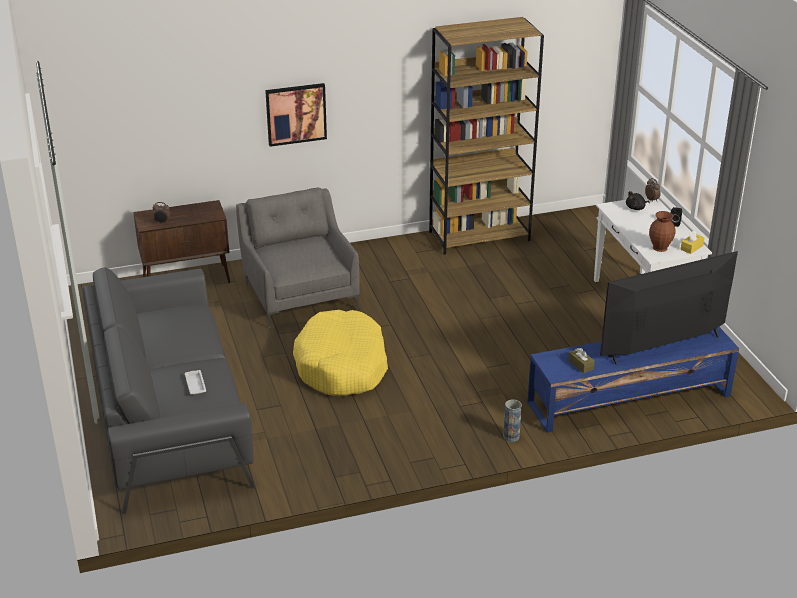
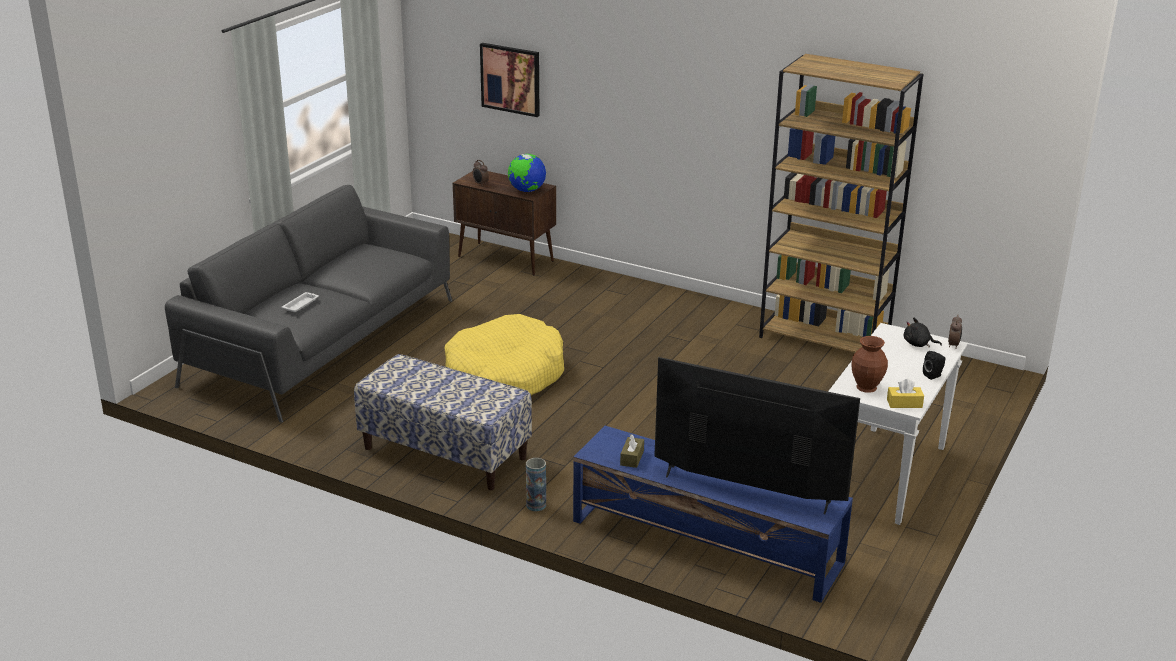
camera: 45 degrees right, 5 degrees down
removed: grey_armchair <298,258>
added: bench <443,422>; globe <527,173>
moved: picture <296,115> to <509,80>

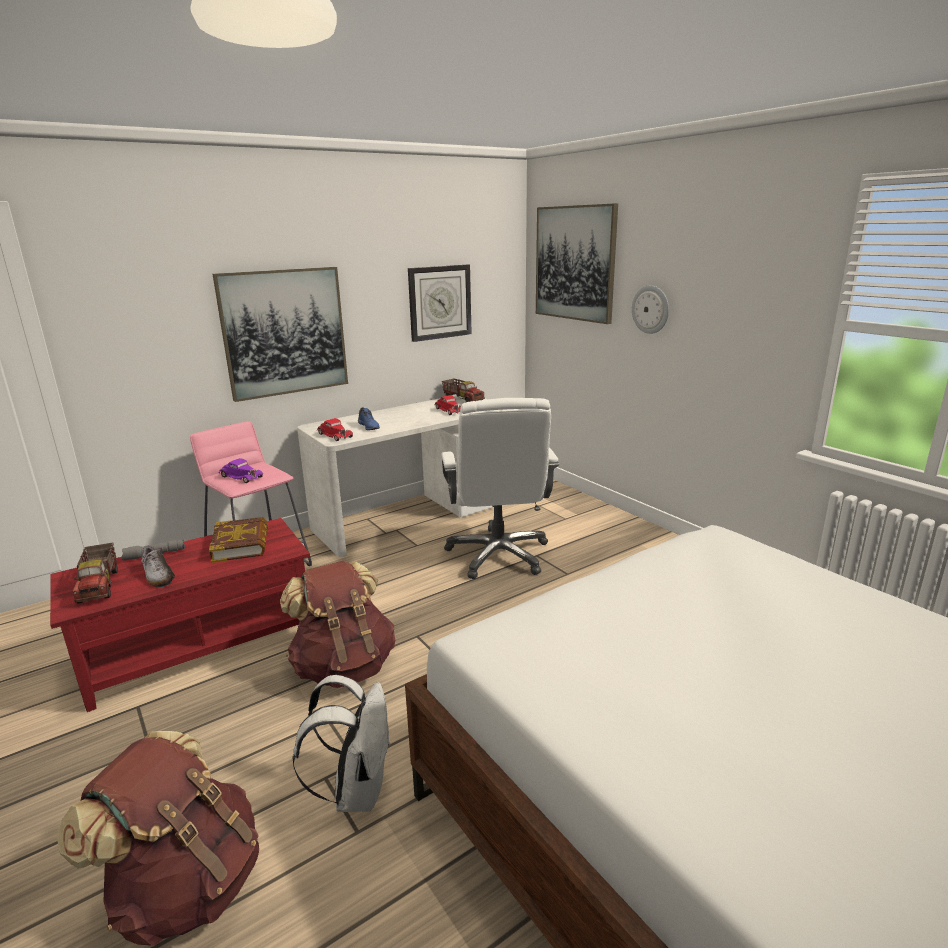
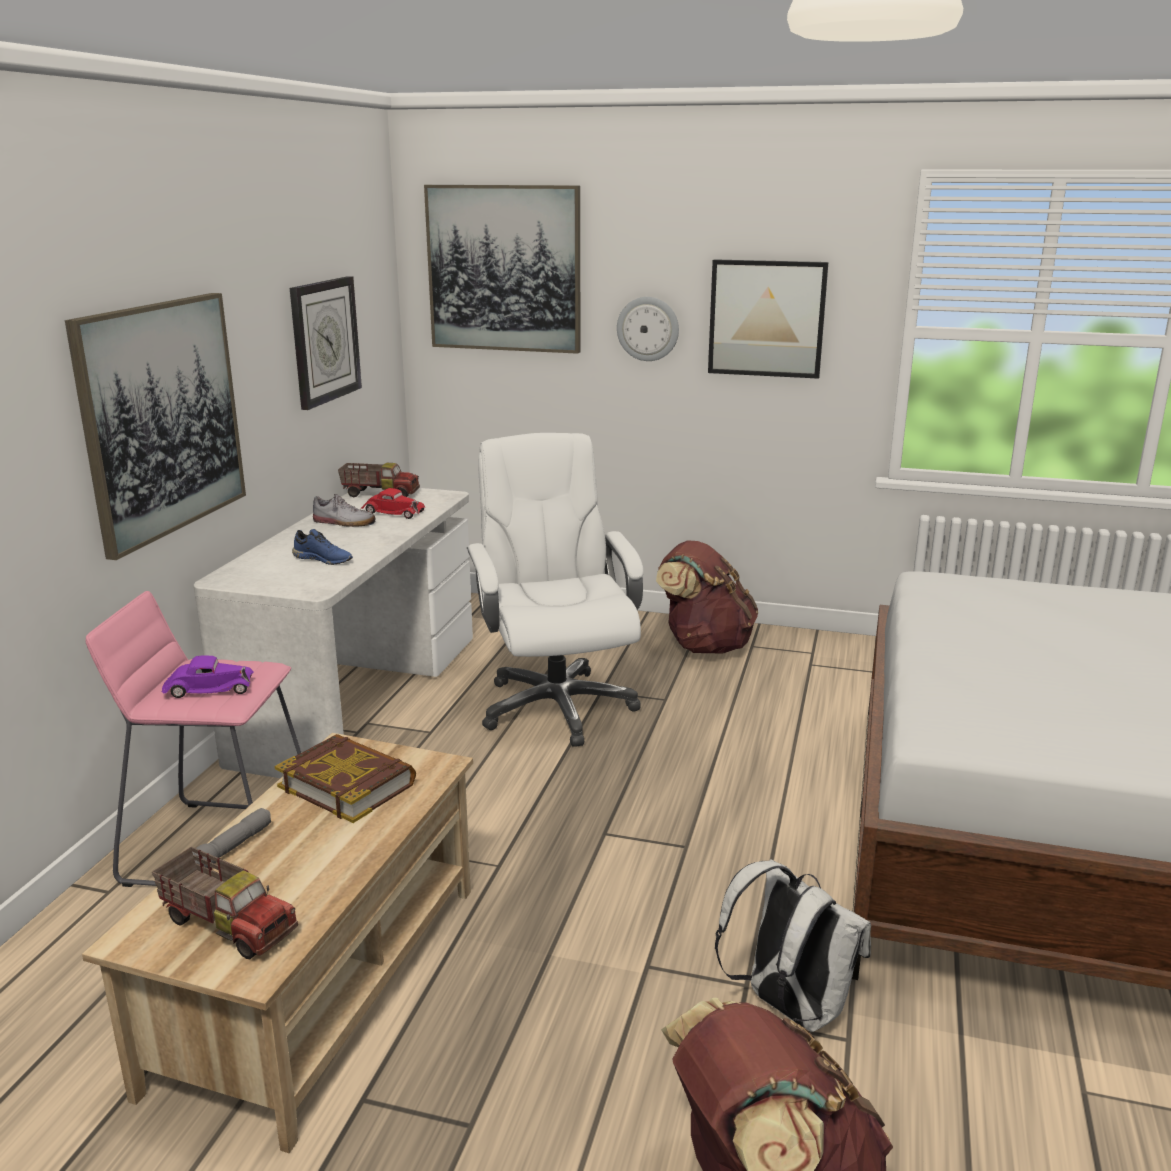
camera: 40 degrees left, 0 degrees up
removed: red_toy_car <335,429>
added: picture <768,319>
moved: shoe <158,566> to <344,510>; brown_backpack <337,624> to <707,597>
recoloured: red_coffee_table <180,615> to beige_coffee_table <277,943>
turned: white_office_chair <500,488> = <555,590> 150 degrees counterclockwise

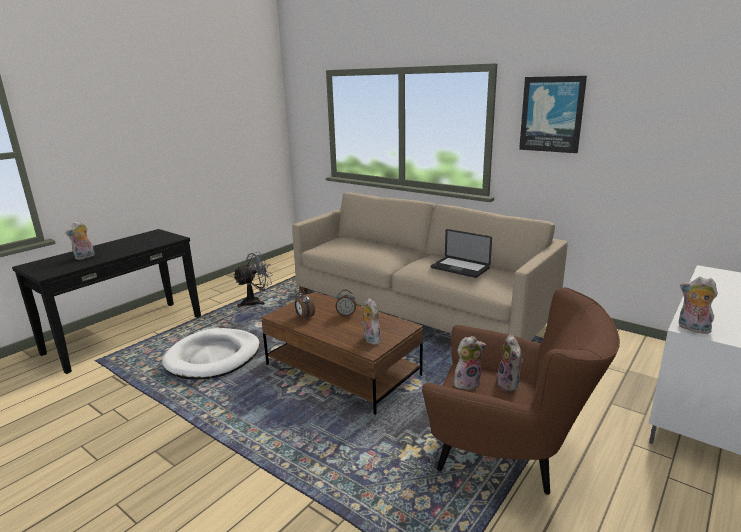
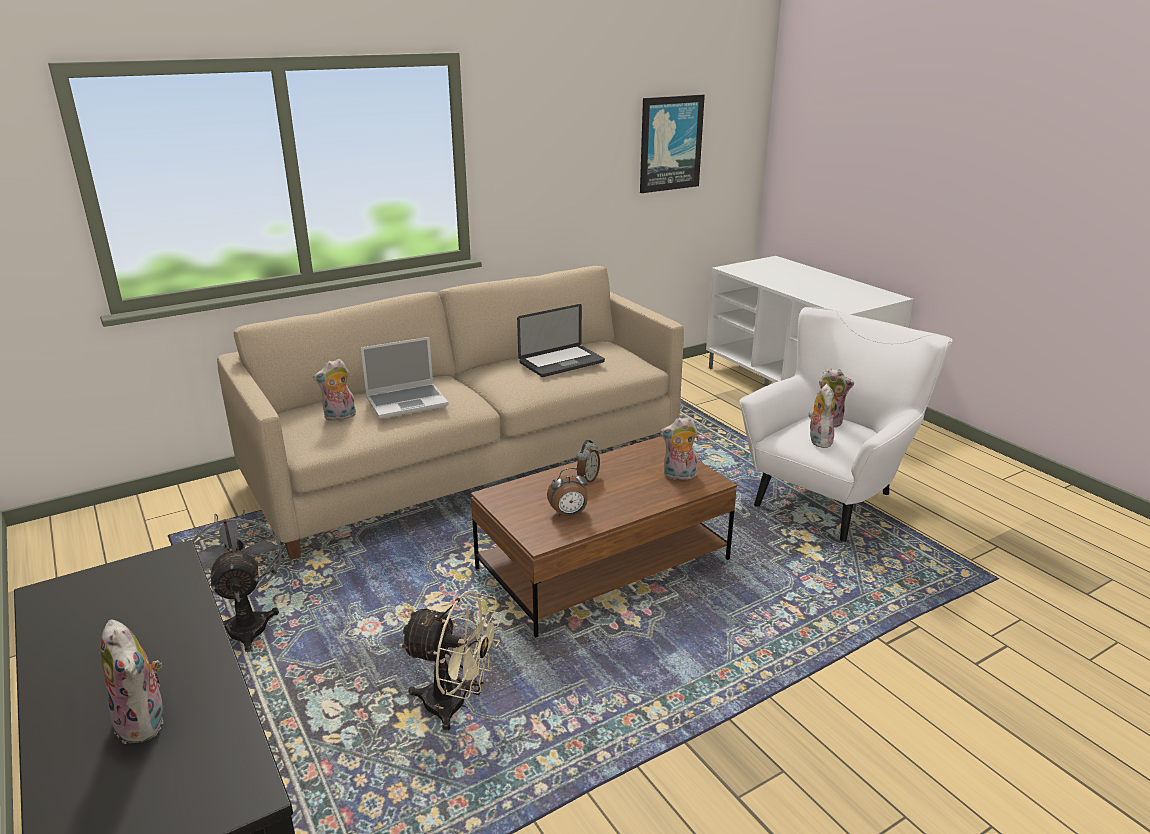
camera: 70 degrees left, 5 degrees up
added: laptop <405,378>
moved: picture <553,114> to <672,144>; plush_toy <698,305> to <334,390>
replaced: white_dog_bed <211,353> to beige_fan <450,660>
recoloured: brown_armchair <521,391> to white_armchair <846,424>

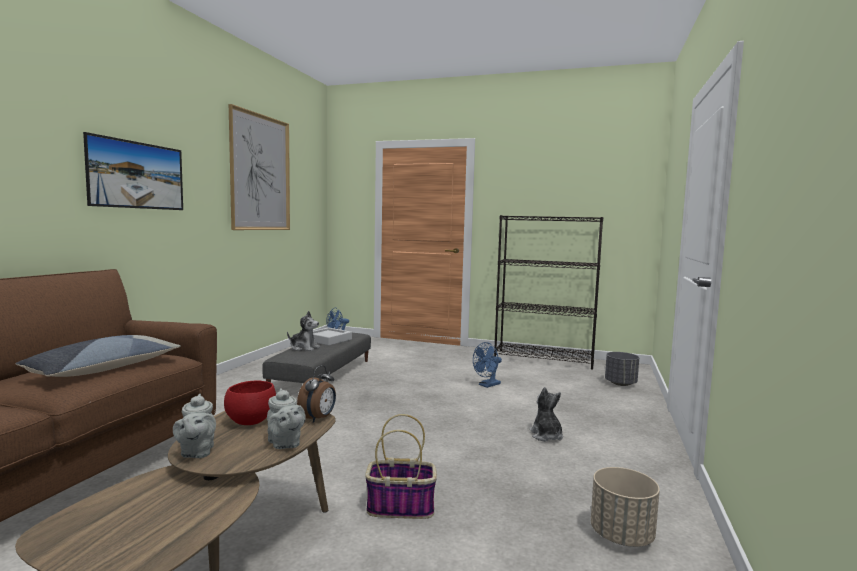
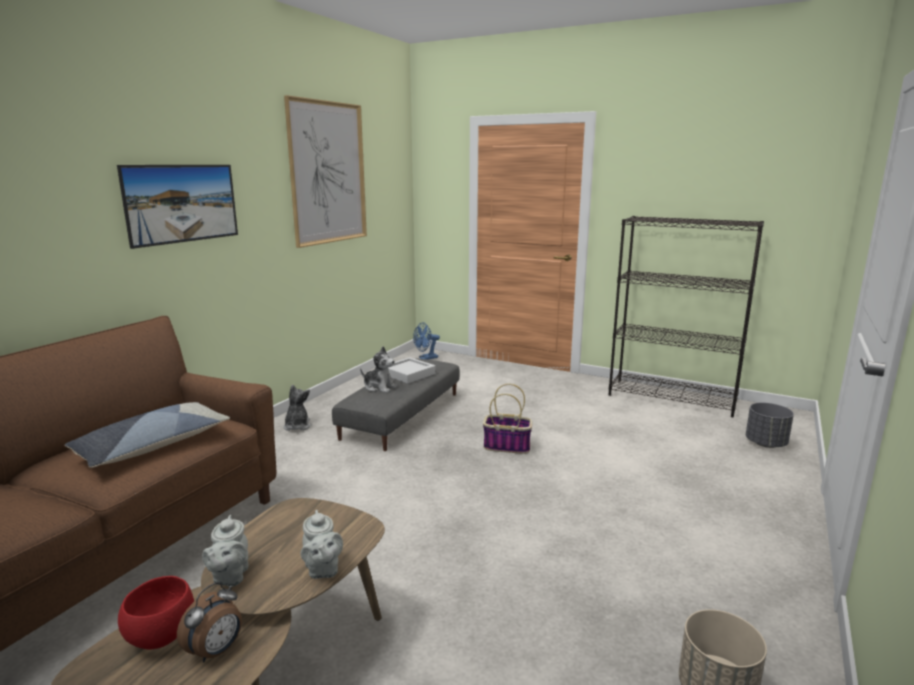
camera: 10 degrees right, 10 degrees up
removed: blue_fan <487,365>
moved: red_bowl <250,402> to <156,613>; alarm_clock <316,394> to <209,622>; basket <401,466> to <507,419>; plush_toy <546,414> to <297,408>

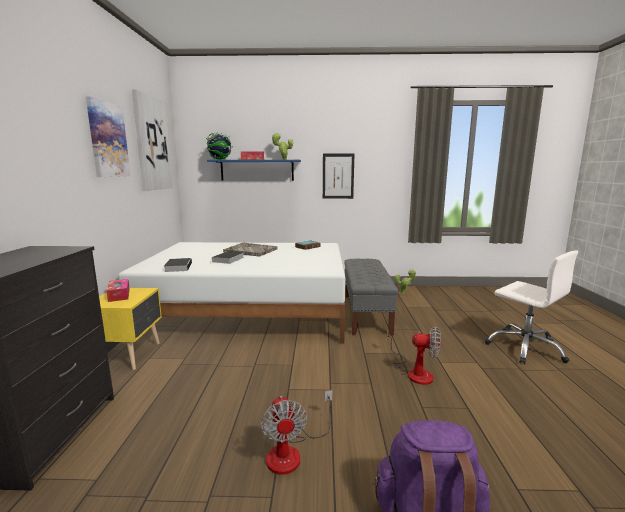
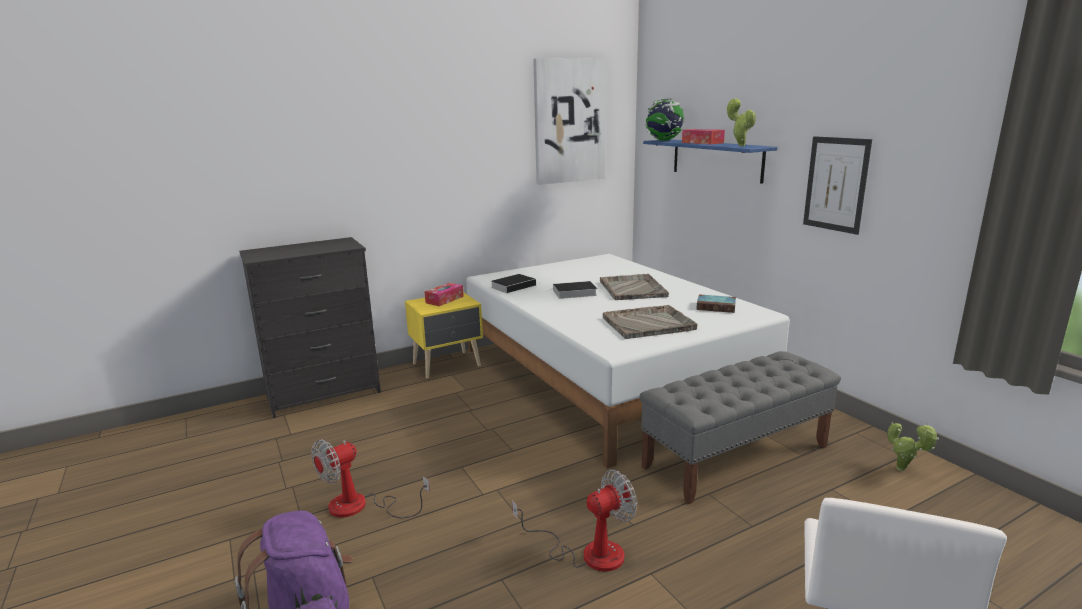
camera: 60 degrees right, 5 degrees up
removed: picture <108,137>
added: grey_tray <650,322>
turned: fan <414,355> = <574,520> 105 degrees counterclockwise

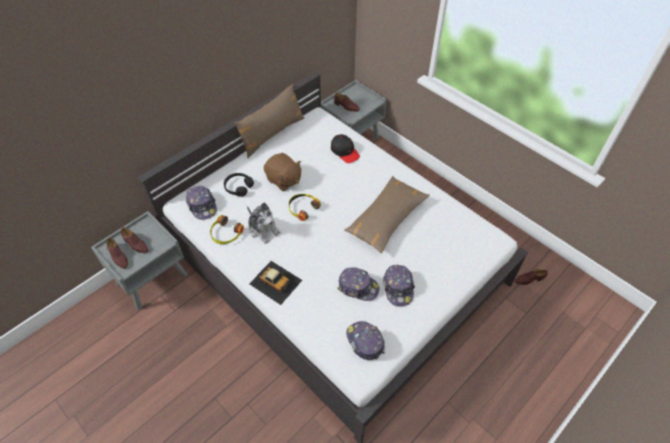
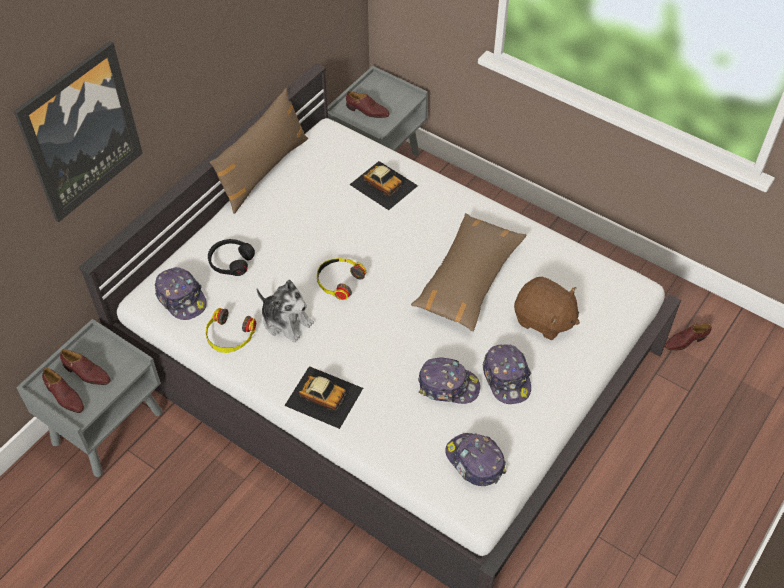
camera: 10 degrees left, 0 degrees up
added: picture <78,131>
moved: brown_plush_toy <282,172> to <547,308>
replaced: black_cap <345,148> to toy_car <383,185>

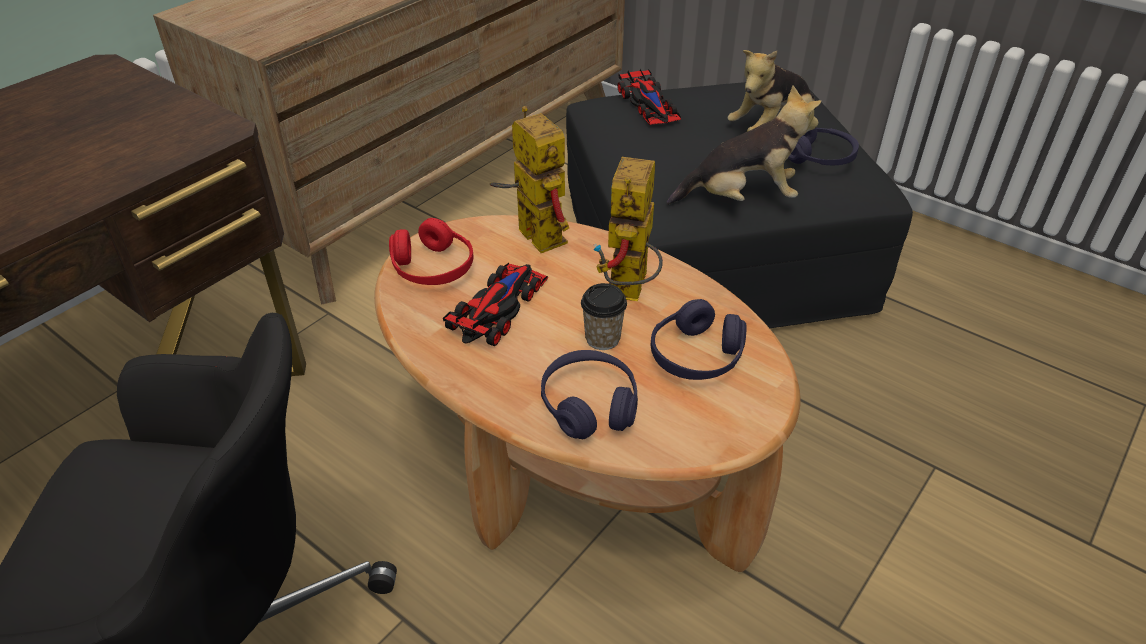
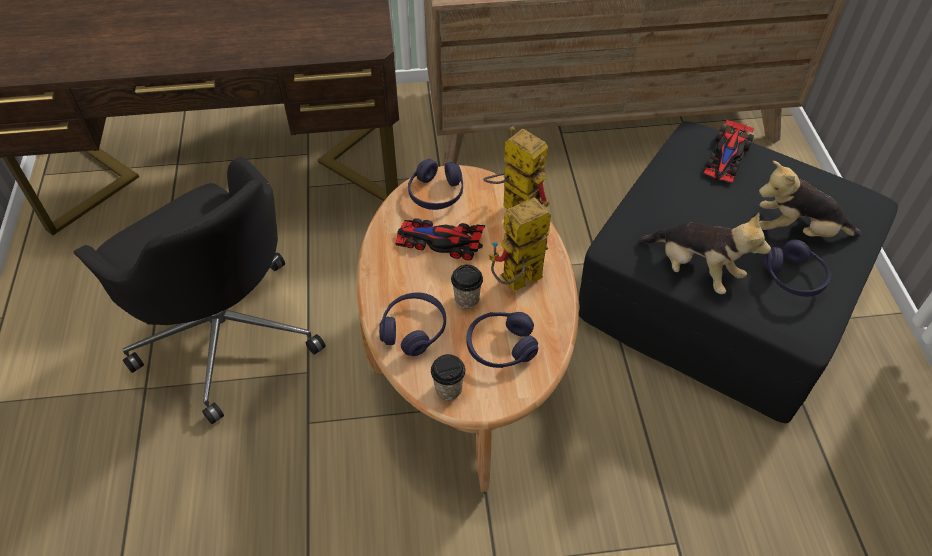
camera: 45 degrees right, 10 degrees up
added: cup <448,377>
recoloured: red_headphones <431,251> to purple_headphones <435,184>
turned: toy_car <495,304> = <440,239> 150 degrees counterclockwise; toy_robot <529,179> = <516,167> 60 degrees counterclockwise

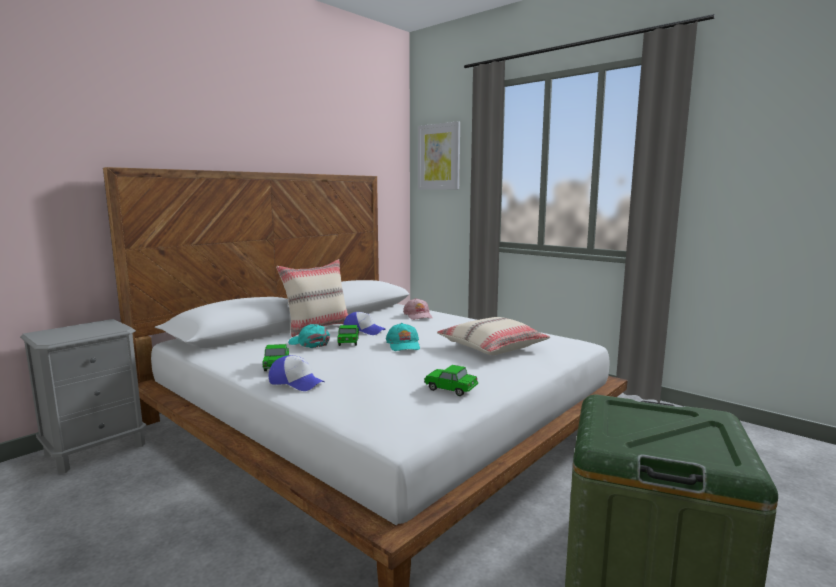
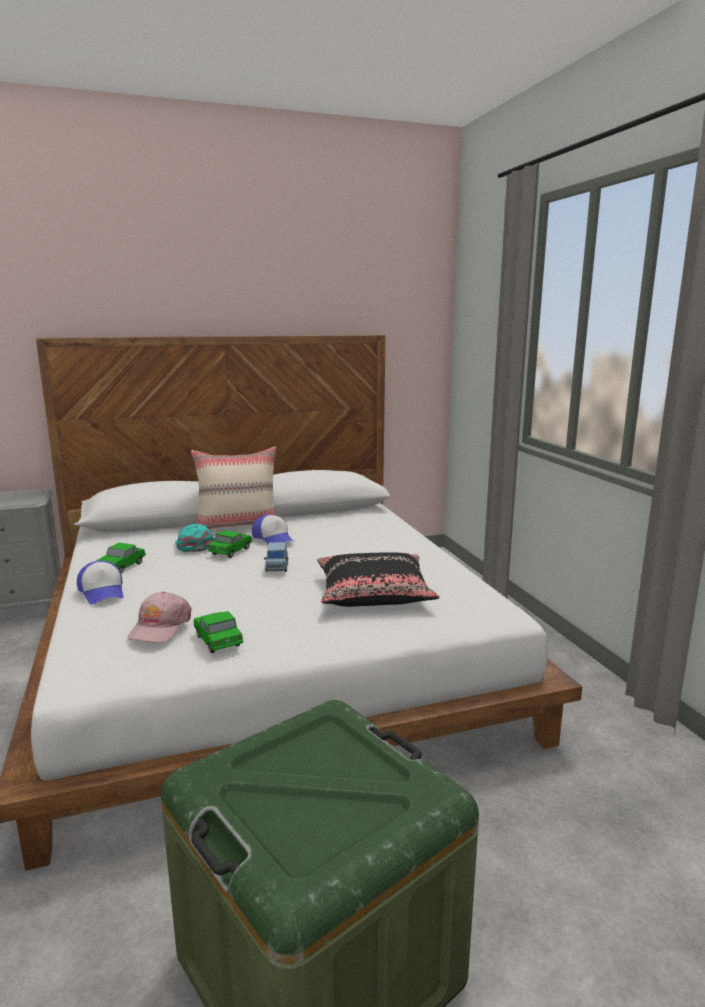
camera: 30 degrees right, 5 degrees up
removed: picture <439,155>
moved: pink_cap <417,309> to <160,617>
replaced: turquoise_cap <403,337> to blue_toy_car <276,557>
recoloured: beige_pillow <493,336> to black_pillow <378,579>

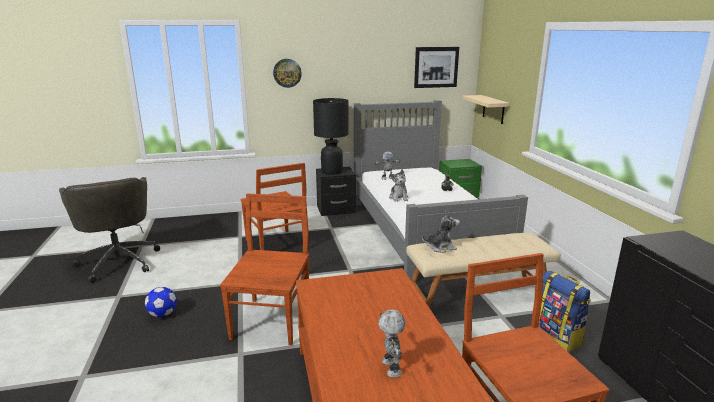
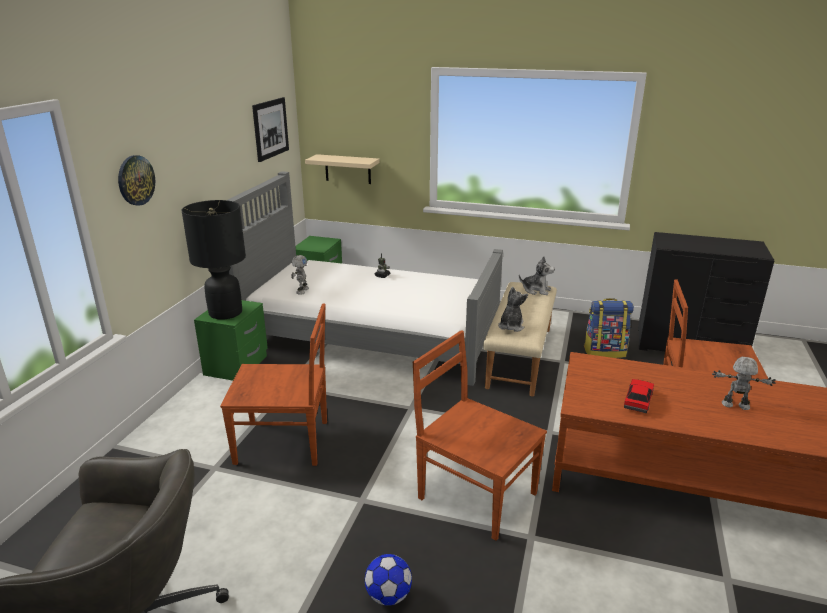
camera: 60 degrees left, 5 degrees up
added: toy_car <639,396>
moved: plush_toy <398,185> to <537,275>
recoloured: black_nightstand <336,191> to green_nightstand <231,340>

